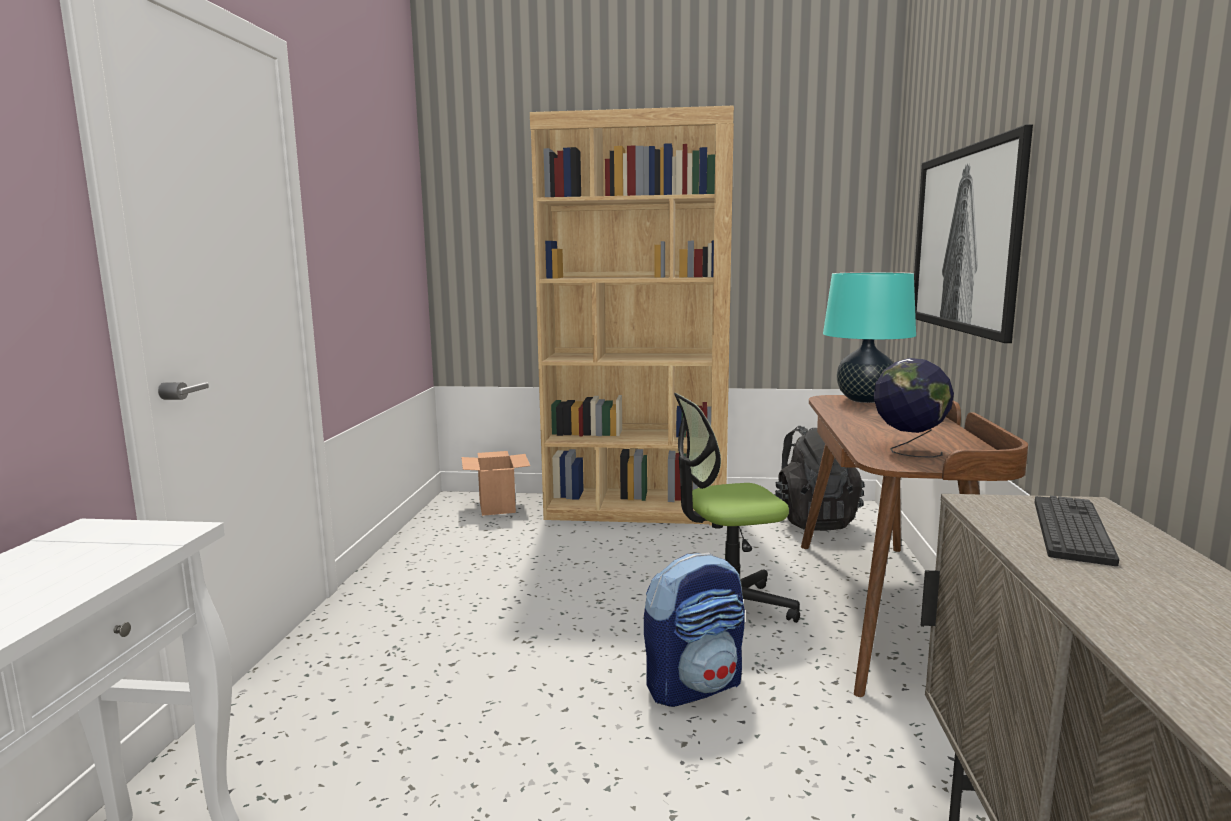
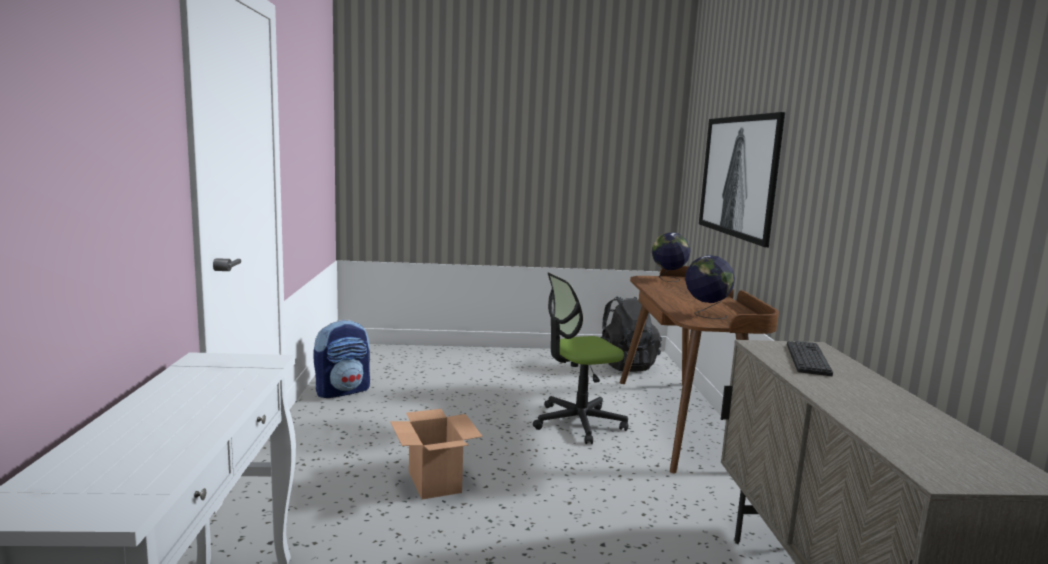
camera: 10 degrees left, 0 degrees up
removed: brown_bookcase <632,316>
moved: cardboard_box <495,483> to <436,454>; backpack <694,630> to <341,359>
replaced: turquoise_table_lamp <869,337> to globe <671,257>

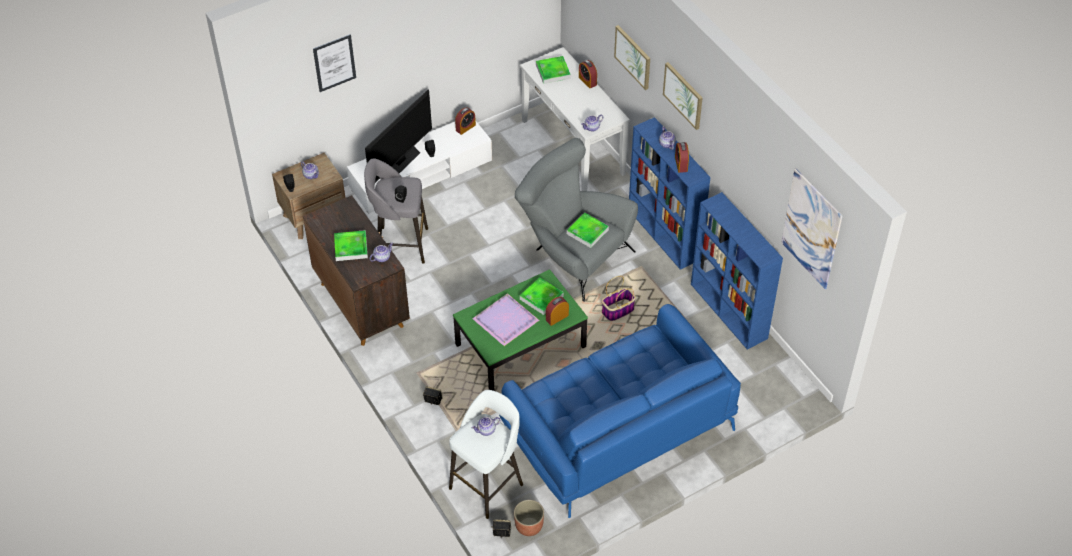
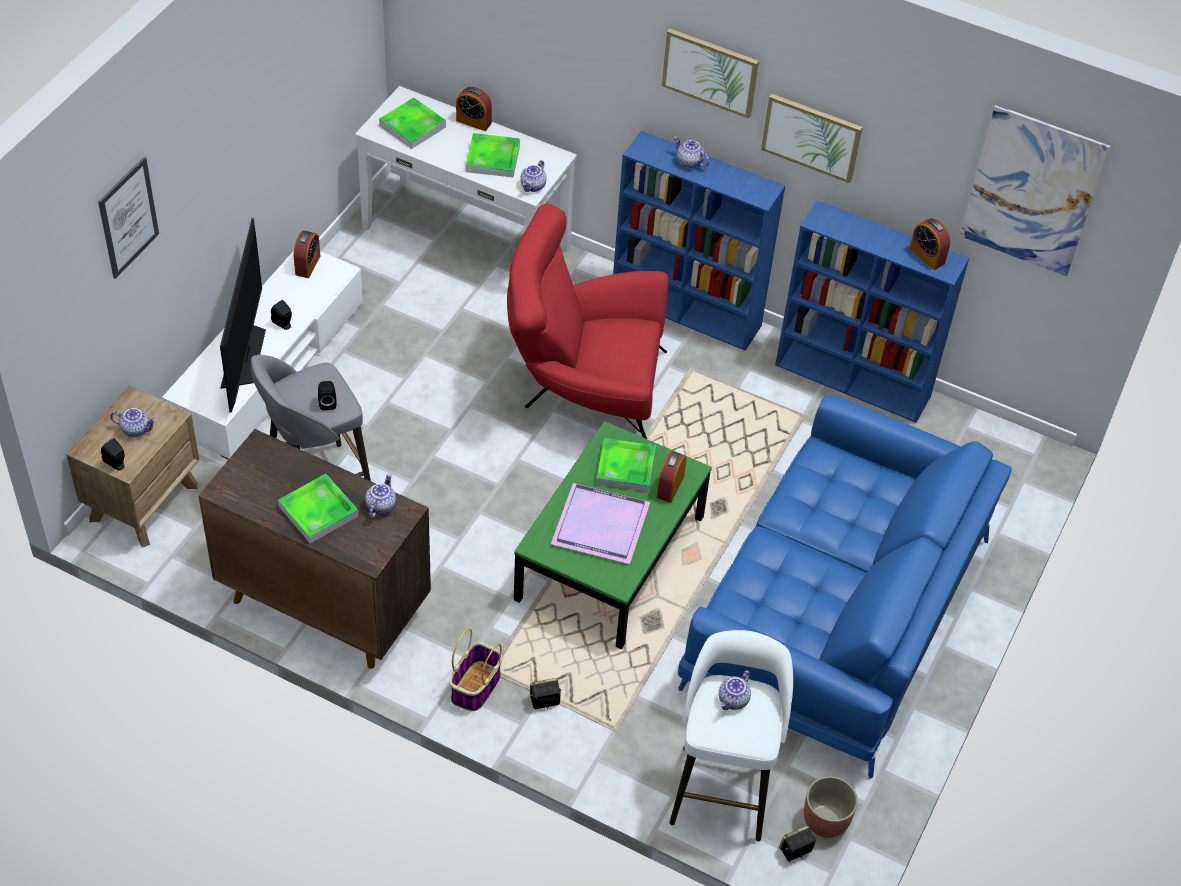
camera: 35 degrees left, 0 degrees up
moved: tray <588,230> to <493,155>; basket <619,298> to <476,669>; picture <632,57> to <812,138>; alarm_clock <682,157> to <930,244>
recoloured: grey_armchair <576,220> to red_armchair <588,321>

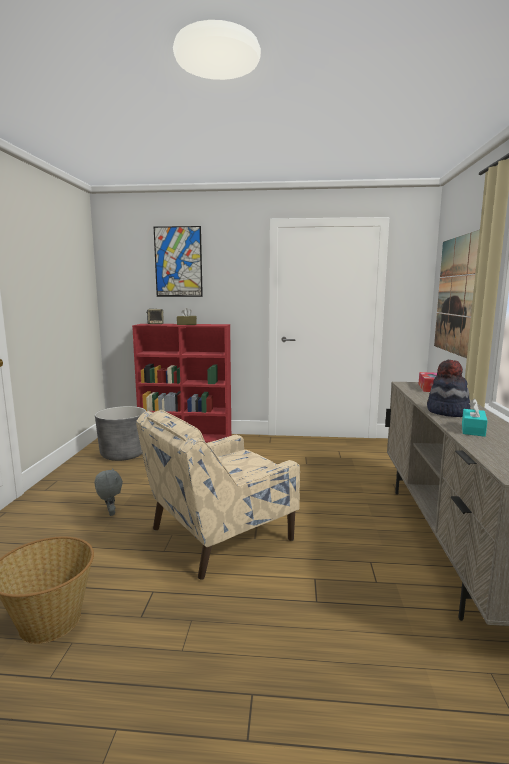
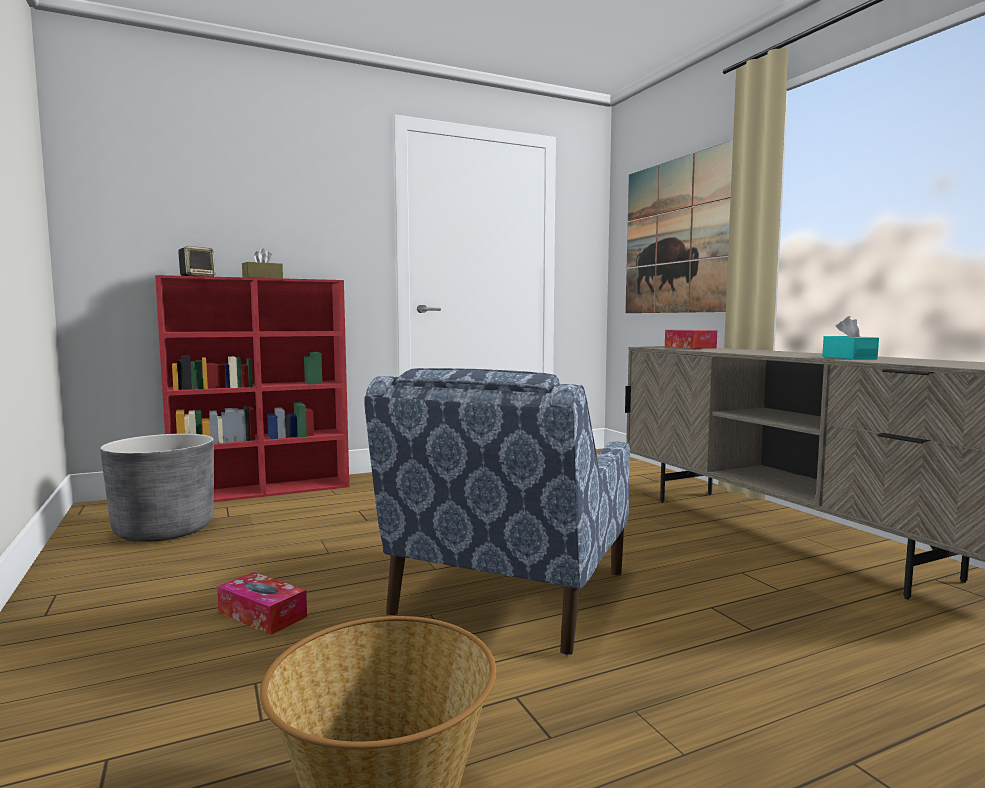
camera: 30 degrees left, 5 degrees down
removed: picture <178,261>; hat <448,388>
replaced: grey_plush_toy <108,492> to tissue_box <262,603>
recoloured: beige_armchair <218,495> to blue_armchair <497,512>

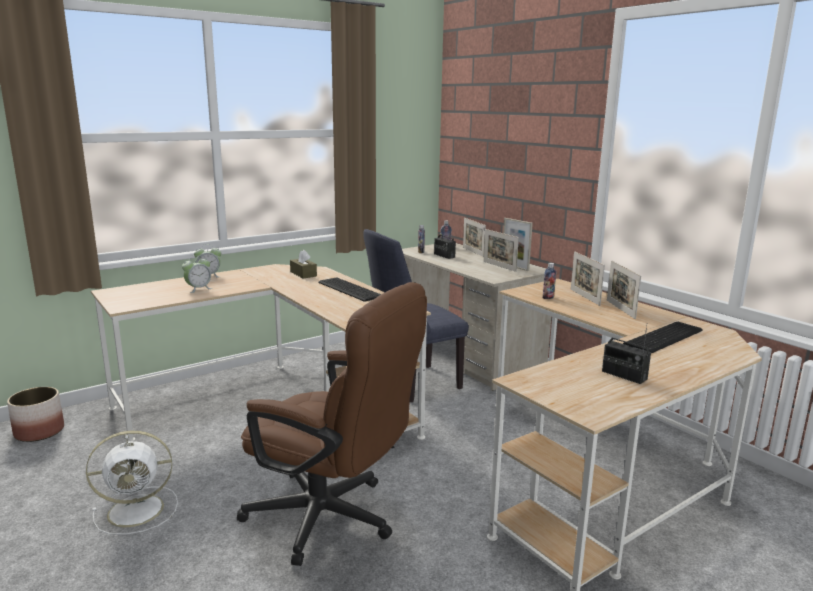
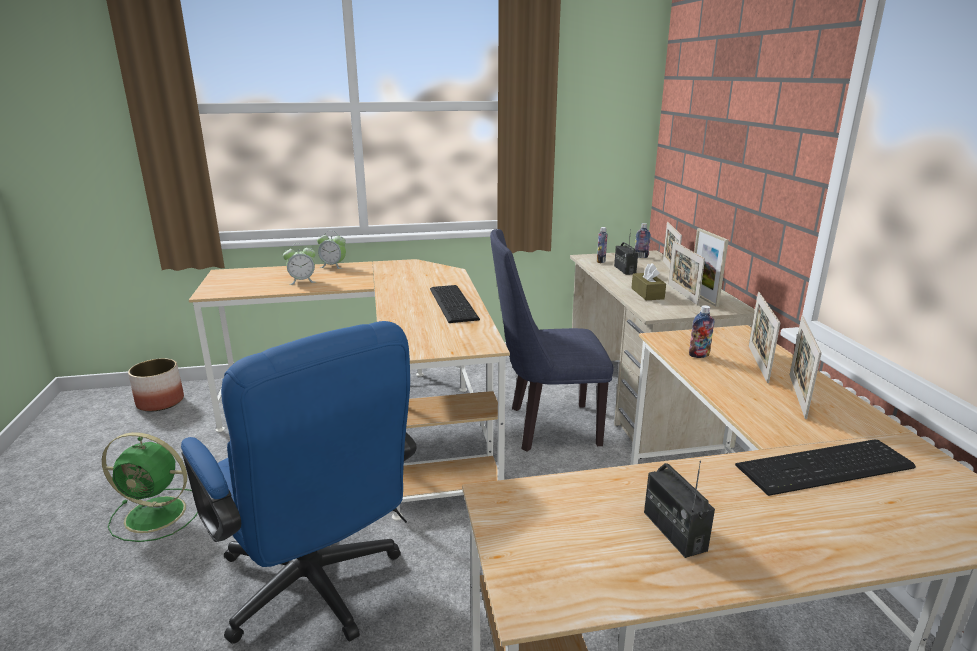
camera: 25 degrees right, 5 degrees up
moved: brown_tissue_box <303,264> to <648,281>
recoloured: white_fan <132,483> to green_fan <150,487>; brown_office_chair <332,424> to blue_office_chair <299,482>

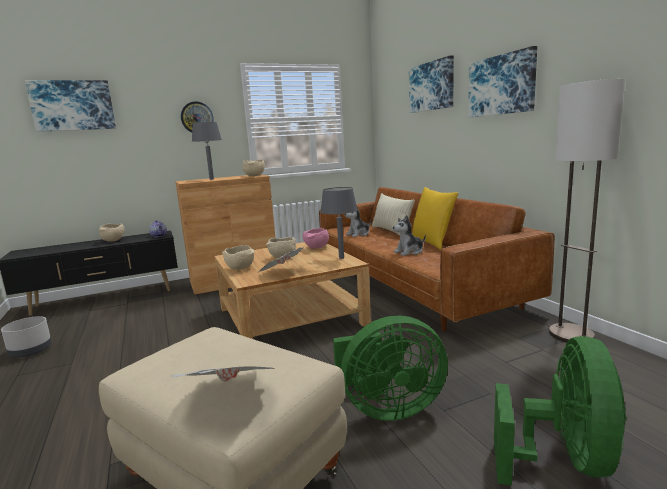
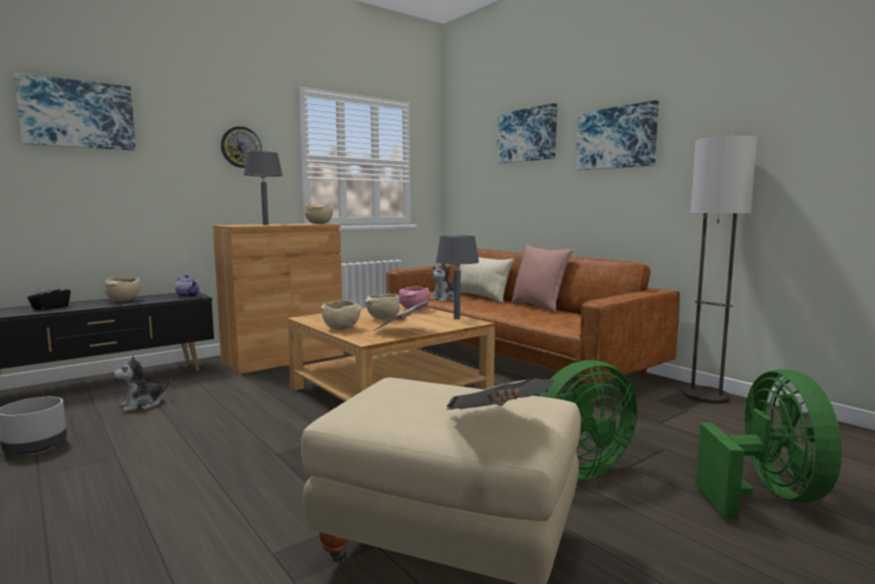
camera: 15 degrees left, 5 degrees down
added: black_tissue_box <49,296>
moved: plush_toy <409,235> to <142,384>
recoloured: yellow_pillow <435,218> to pink_pillow <542,279>

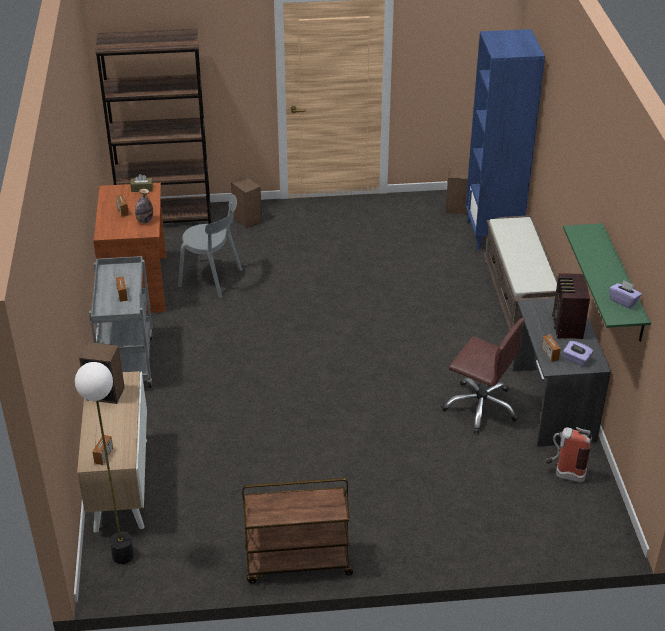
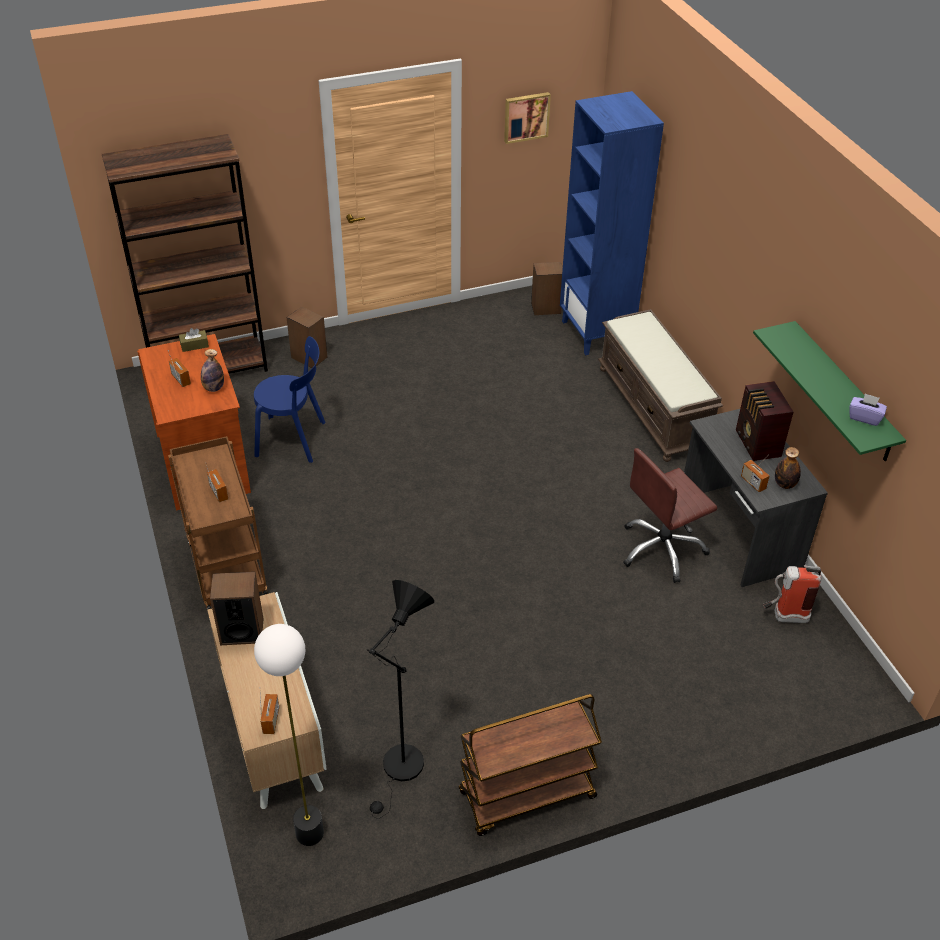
camera: 15 degrees left, 5 degrees up
added: black_floor_lamp <400,699>; picture <527,118>
replaced: purple_tissue_box <578,353> to bottle <788,468>
recoloured: grey_cart <120,322> to brown_cart <218,523>; grey_chair <210,246> to blue_chair <290,399>
turned: brown_office_chair <483,376> = <670,515> 135 degrees clockwise

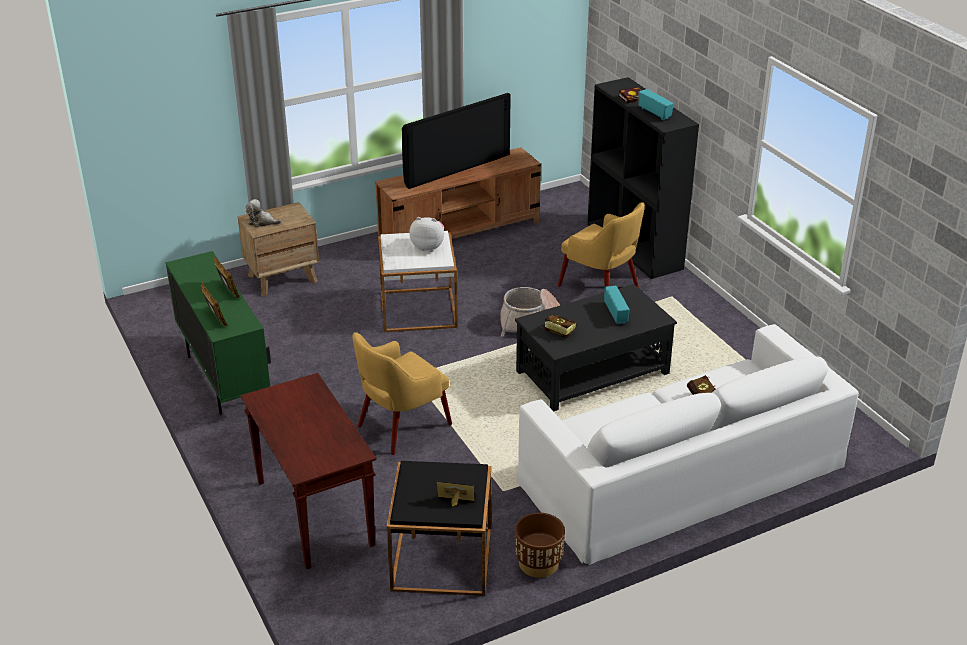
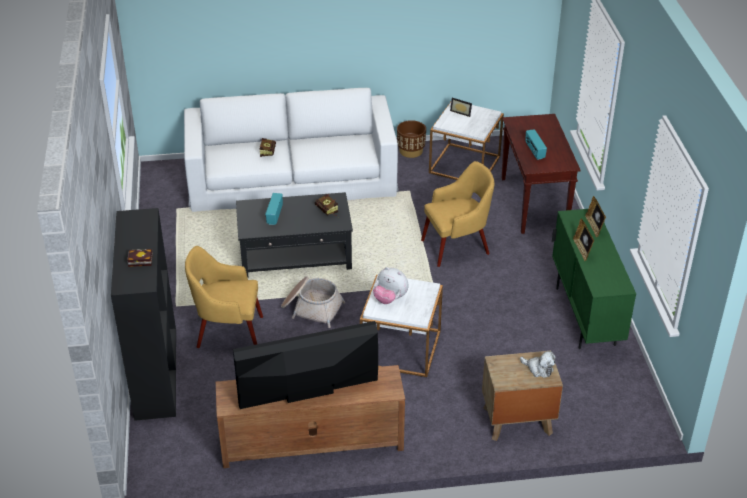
camera: 160 degrees left, 5 degrees up
moved: radio <656,104> to <536,144>
recoloured: black_side_table <439,528> to white_side_table <466,141>
turned: yellow_armchair <601,245> = <224,297> 60 degrees counterclockwise

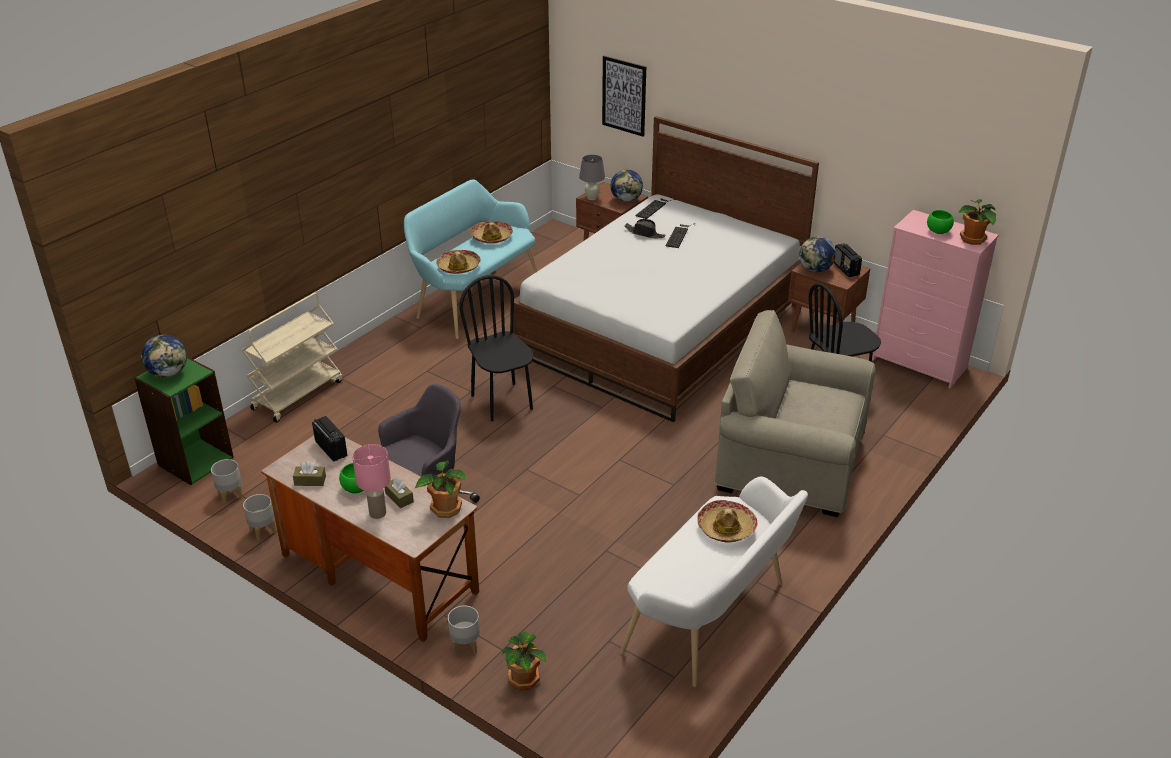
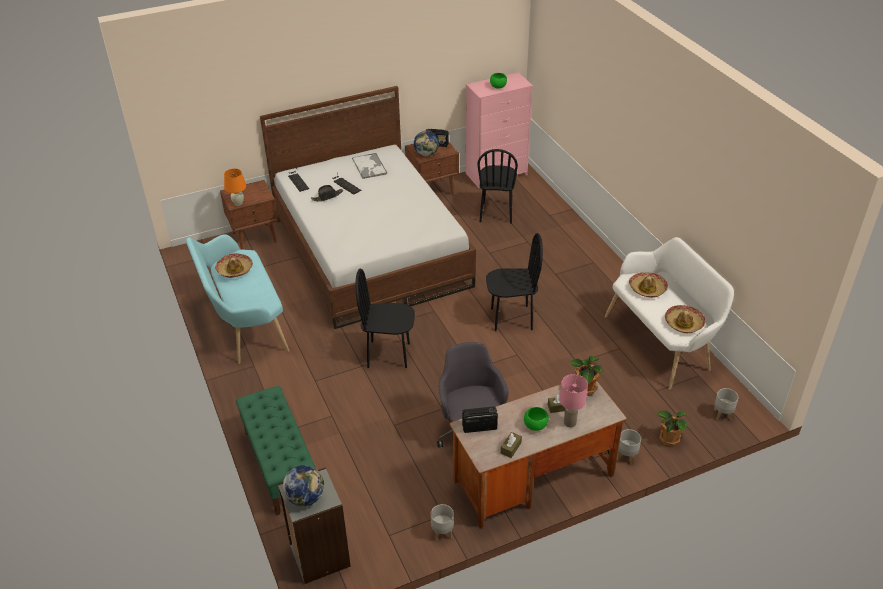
camera: 60 degrees left, 5 degrees up
removed: picture <624,96>; globe <627,185>; beige_armchair <795,413>; potted_plant <977,222>
added: tray <369,166>; black_chair <514,282>
moved: grey_planter <227,481> to <726,404>; hat <458,262> to <685,319>
replaced: beige_cart <292,358> to green_bench <276,451>
recoloured: green_bookcase <184,421> to grey_bookcase <314,525>; grey_table_lamp <592,177> to orange_table_lamp <235,187>

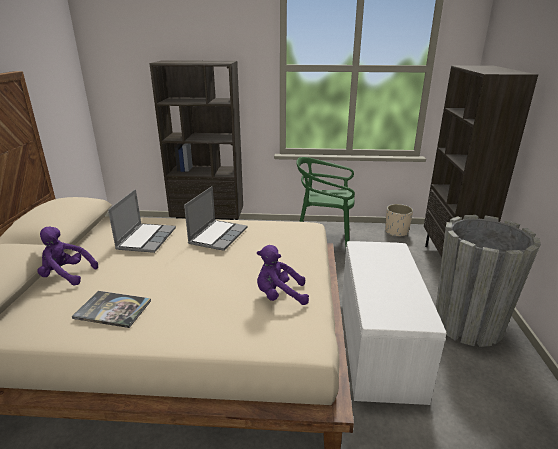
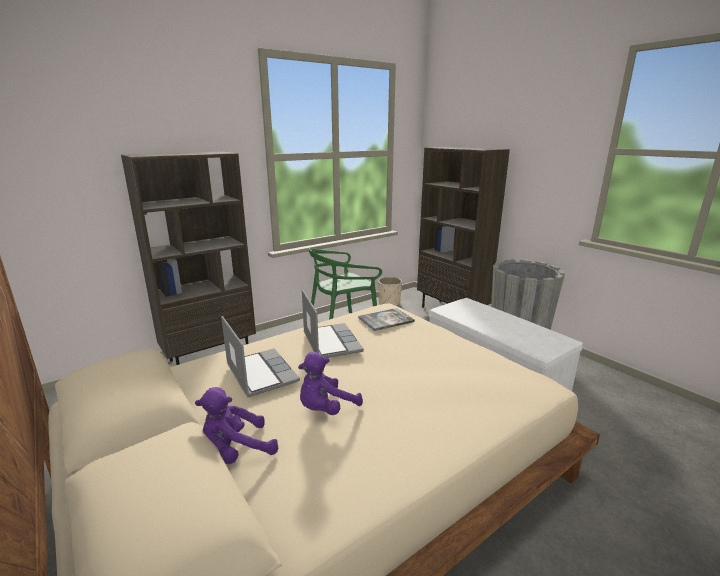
camera: 40 degrees left, 5 degrees down
moved: book <111,309> to <386,319>; purple_plush_toy <283,275> to <330,383>

